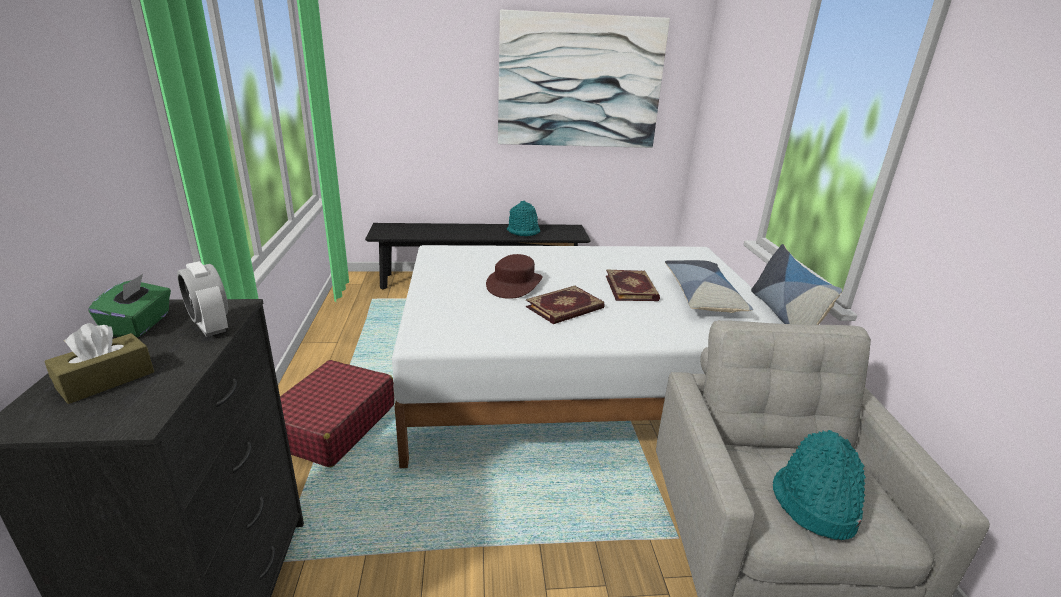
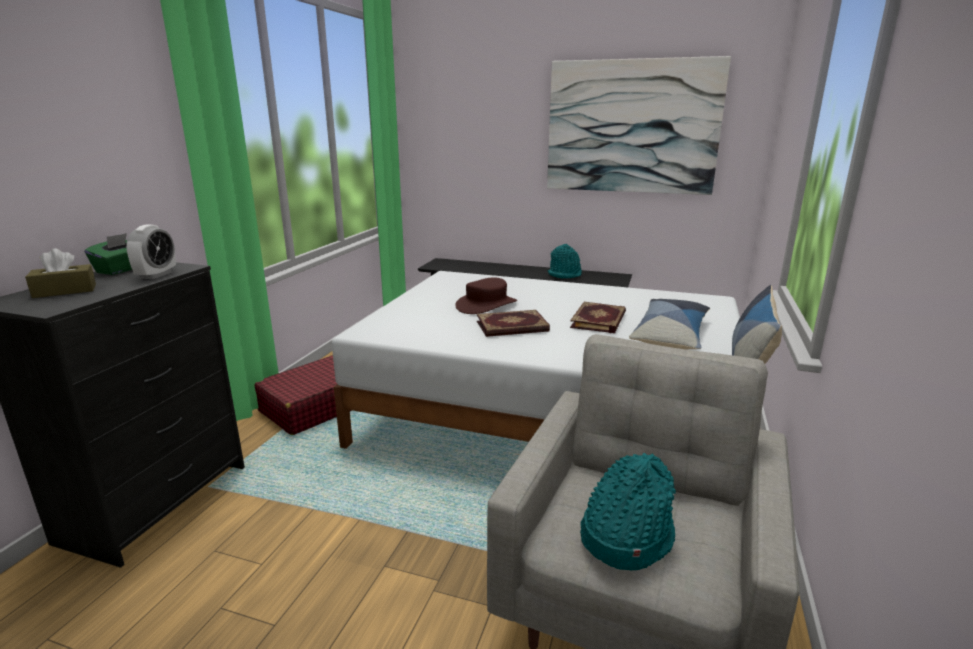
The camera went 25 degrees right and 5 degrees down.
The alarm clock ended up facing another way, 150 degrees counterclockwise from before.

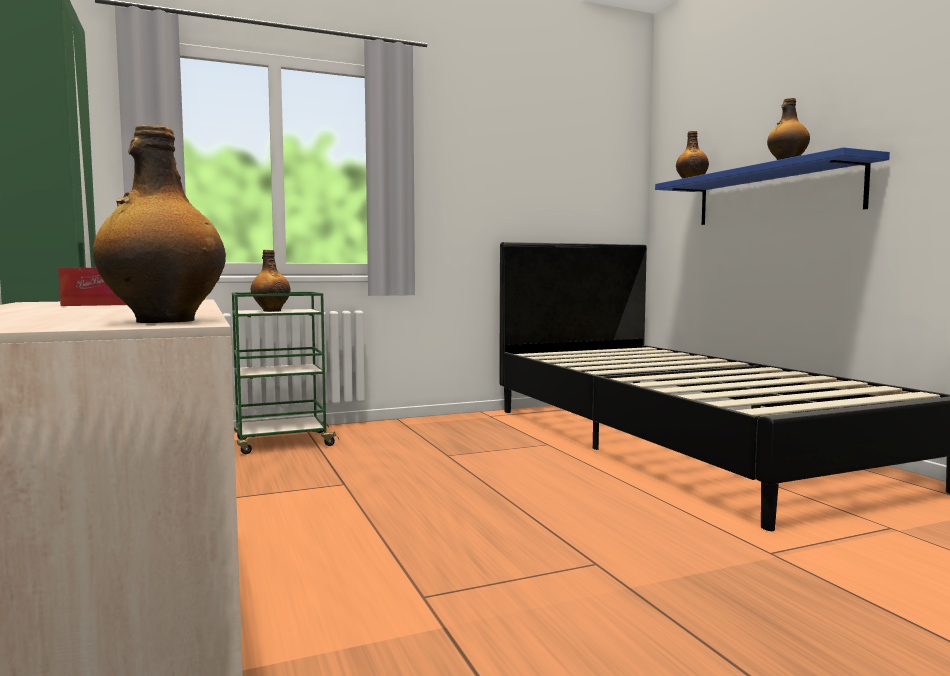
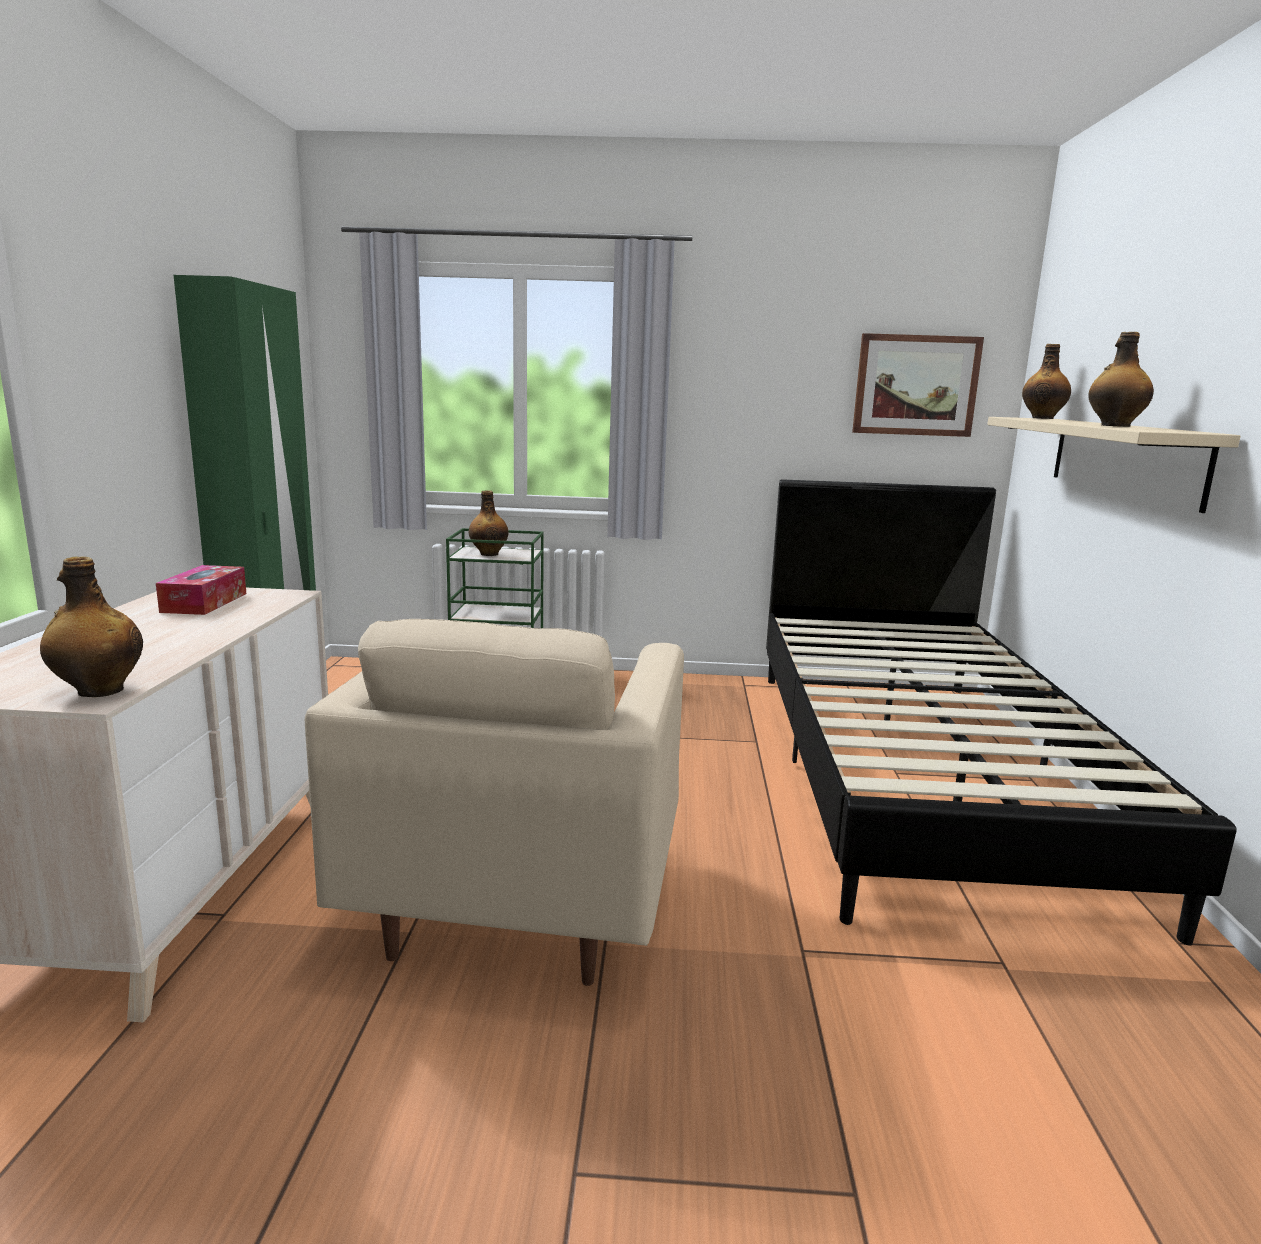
The camera went 25 degrees right and 10 degrees up.
What was the blue shelf turned into the beige shelf.
The second view gained the beige armchair.
The second view gained the picture.

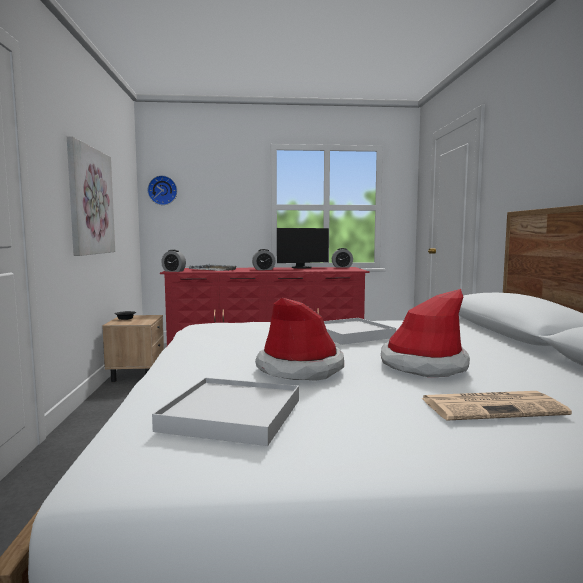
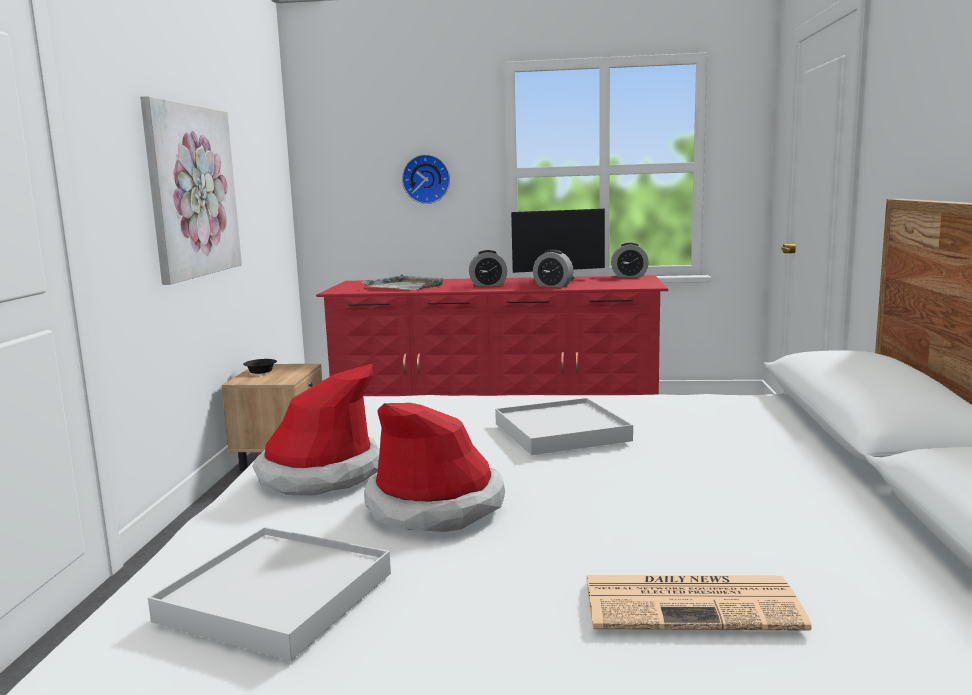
The camera went 10 degrees right and 5 degrees up.
The wall clock ended up elsewhere.
The alarm clock (no. 1 from left in the first image) ended up elsewhere.
The hat (no. 2 from left in the first image) ended up elsewhere.

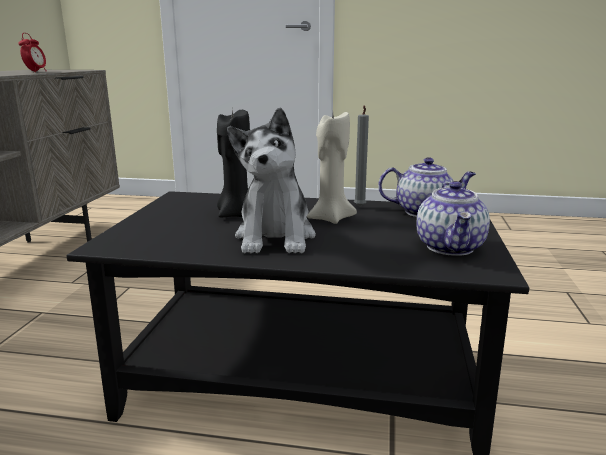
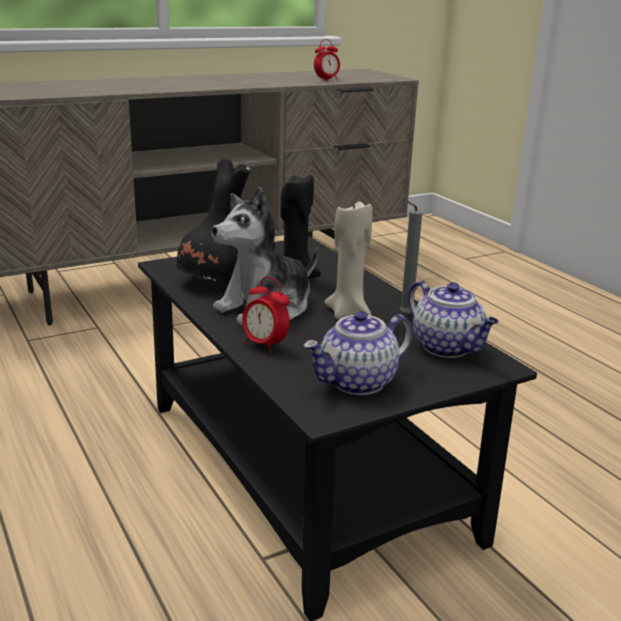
The camera went 50 degrees right and 5 degrees up.
The second view gained the black vase.
The second view gained the alarm clock (no. 1 from left).

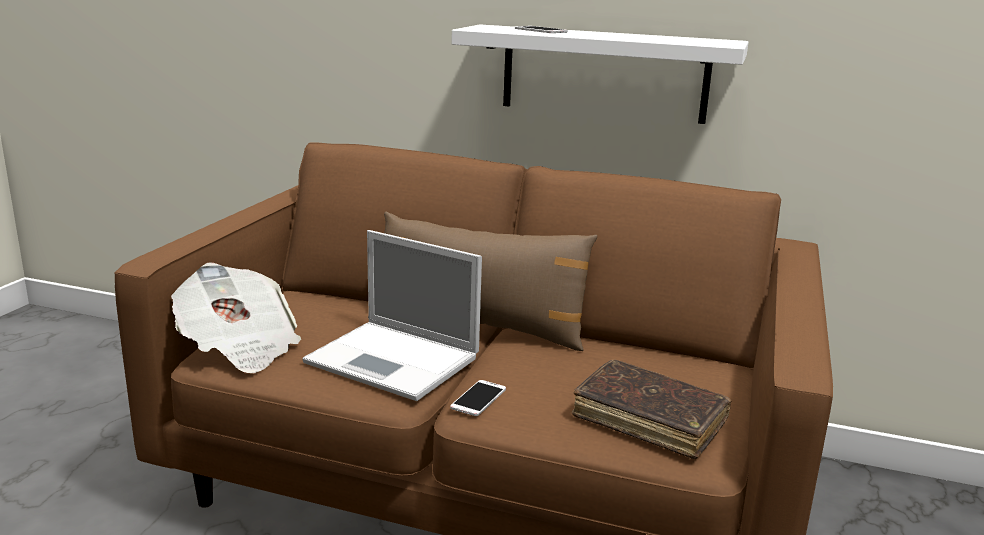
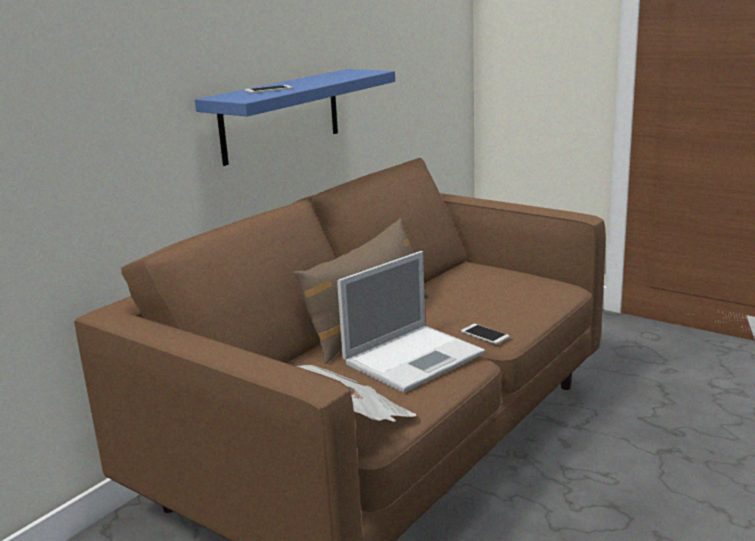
The camera went 70 degrees left and 0 degrees up.
What was the white shelf turned into the blue shelf.
The second view lost the brown book.

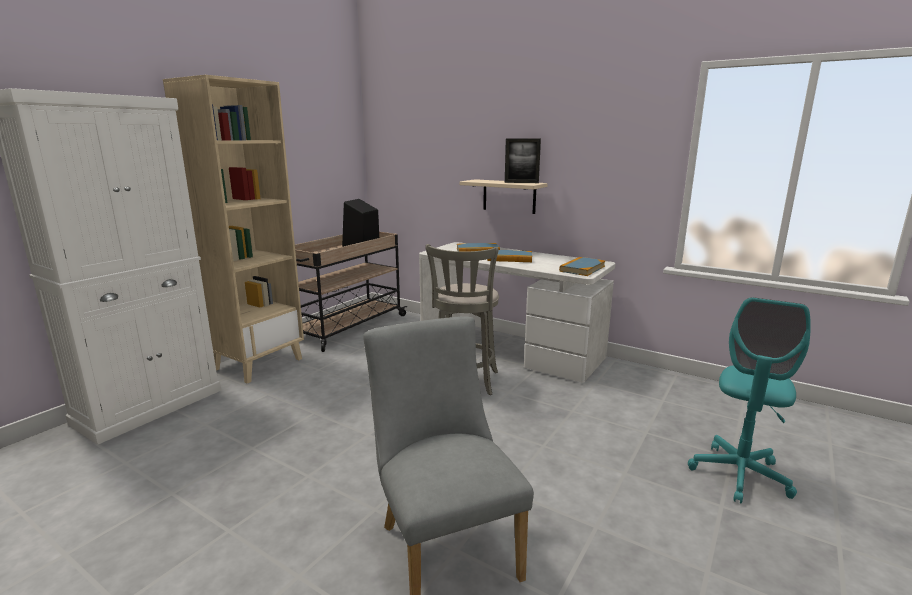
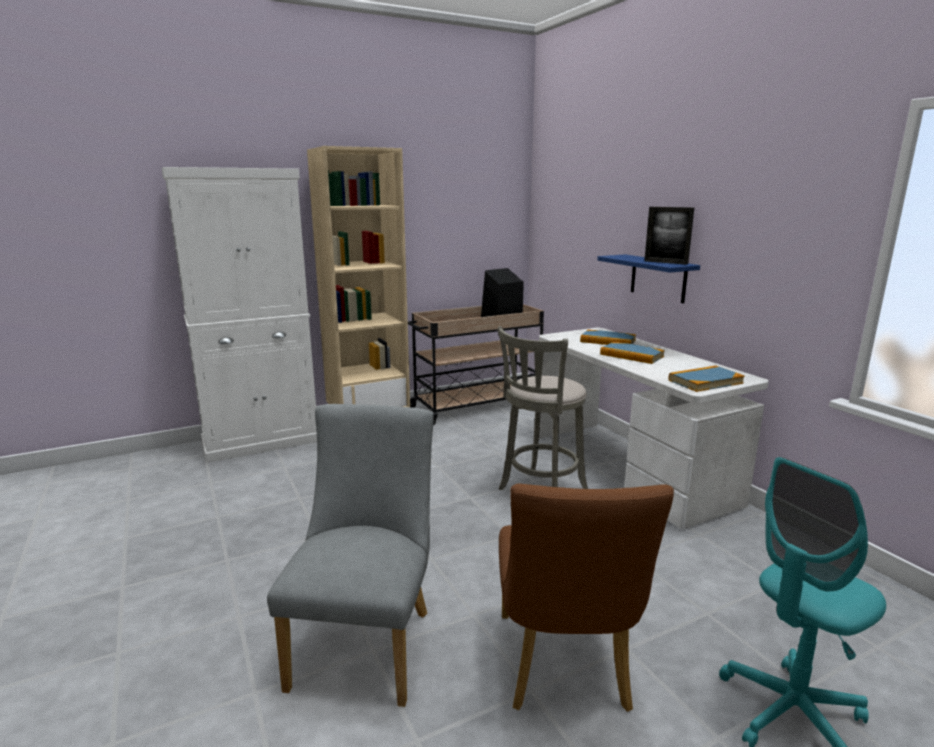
The camera went 30 degrees right and 0 degrees up.
What was the beige shelf turned into the blue shelf.
The second view gained the brown chair.

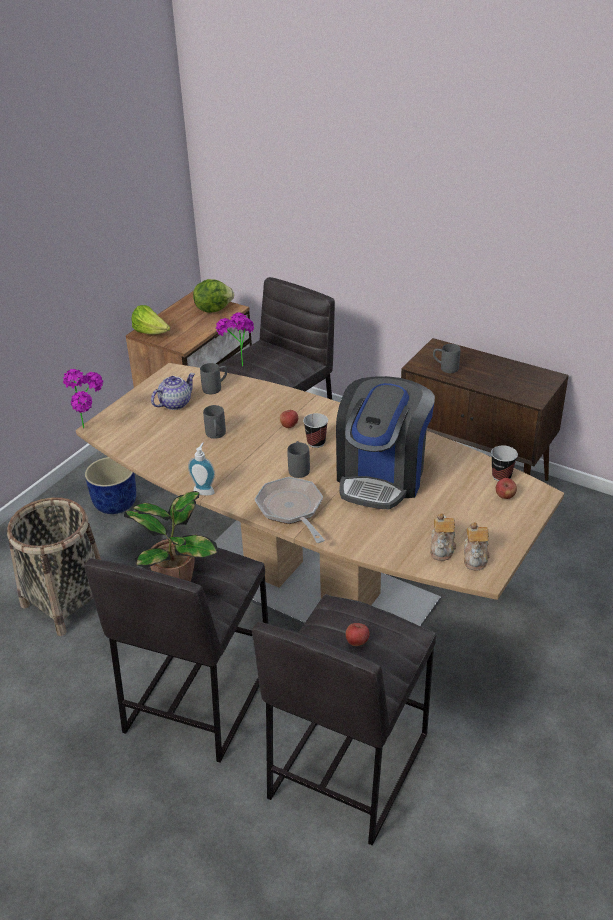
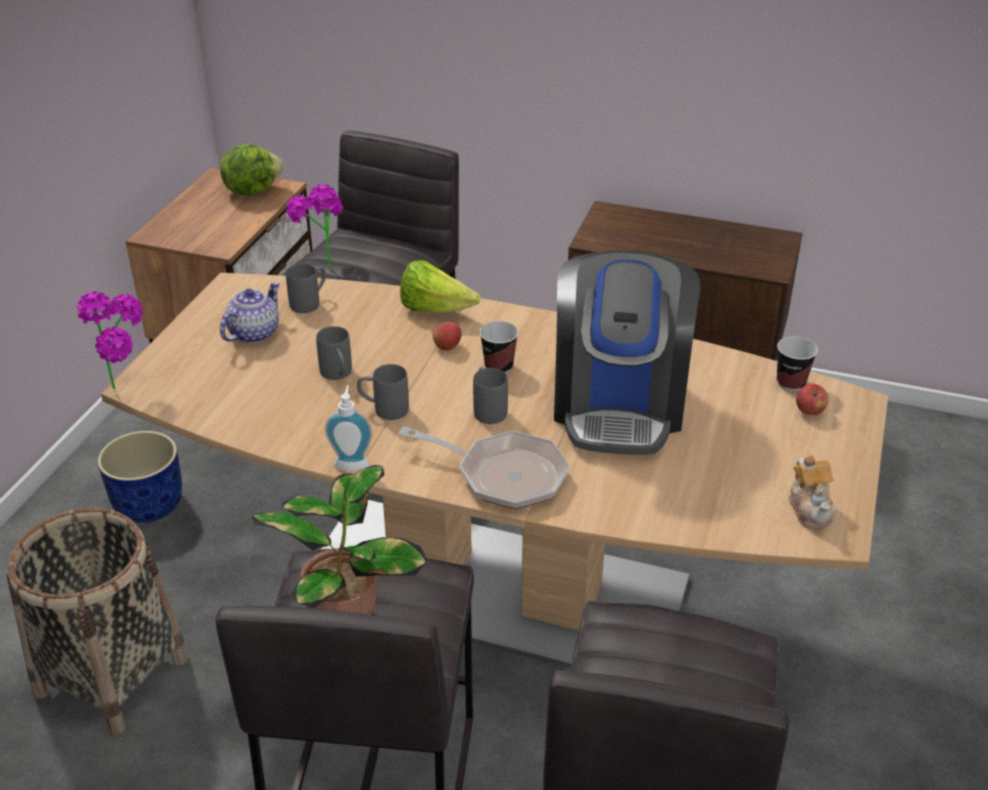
The camera went 15 degrees left and 0 degrees up.
The lettuce (no. 1 from left in the first image) ended up elsewhere.
The frying pan ended up facing another way, 150 degrees clockwise from before.
The second view lost the apple (no. 2 from left).
The second view lost the teapot (no. 2 from left).
The grey mug (no. 4 from left in the first image) ended up elsewhere.

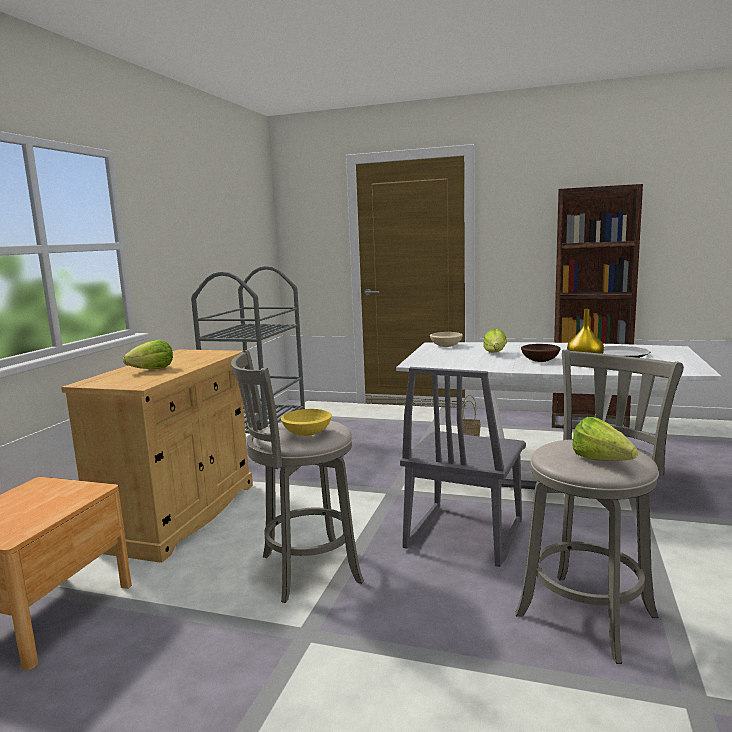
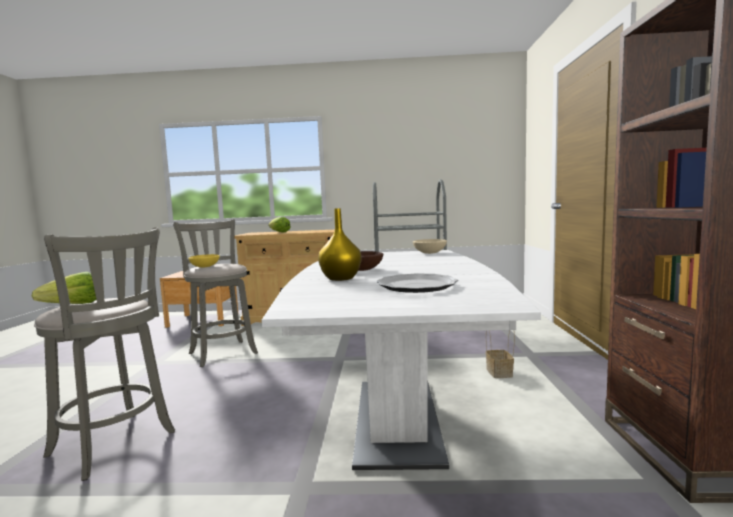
The camera went 75 degrees right and 5 degrees down.
The second view lost the grey chair.
The second view lost the lettuce (no. 2 from left).

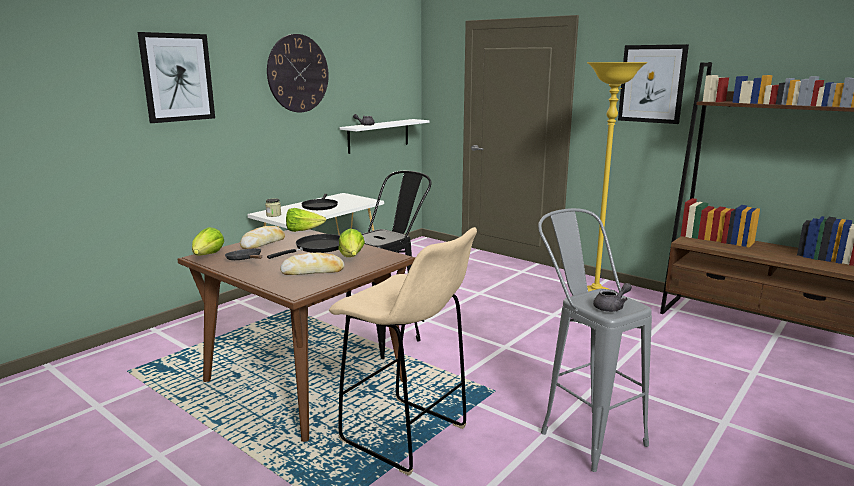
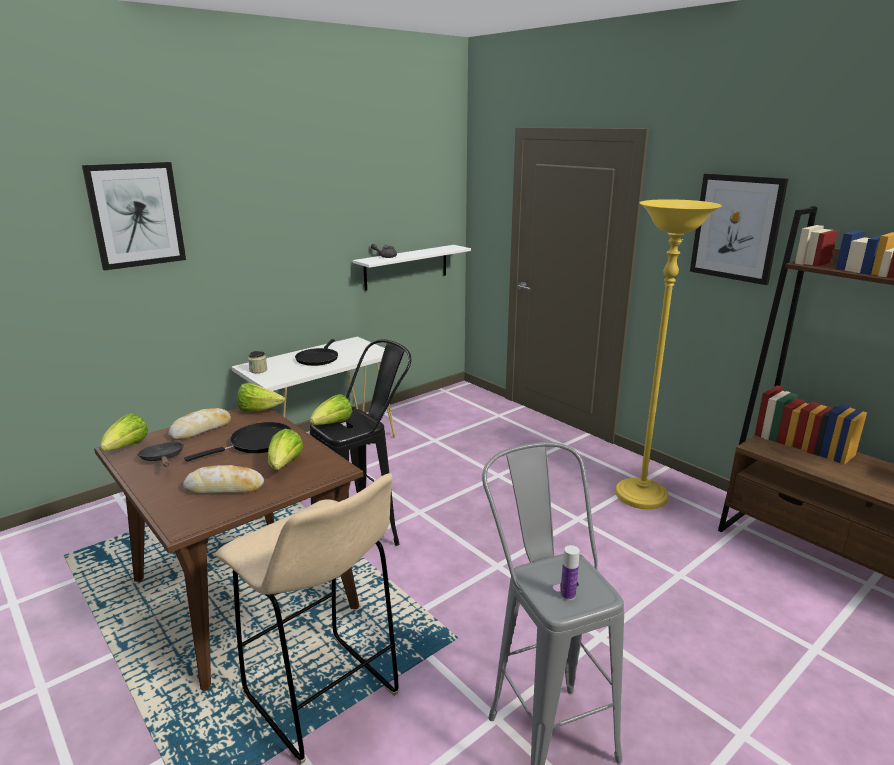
The camera went 10 degrees right and 5 degrees up.
The second view lost the wall clock.
Where the grey teapot (no. 2 from left) stood, the bottle came to stand.
The second view gained the lettuce (no. 4 from left).

